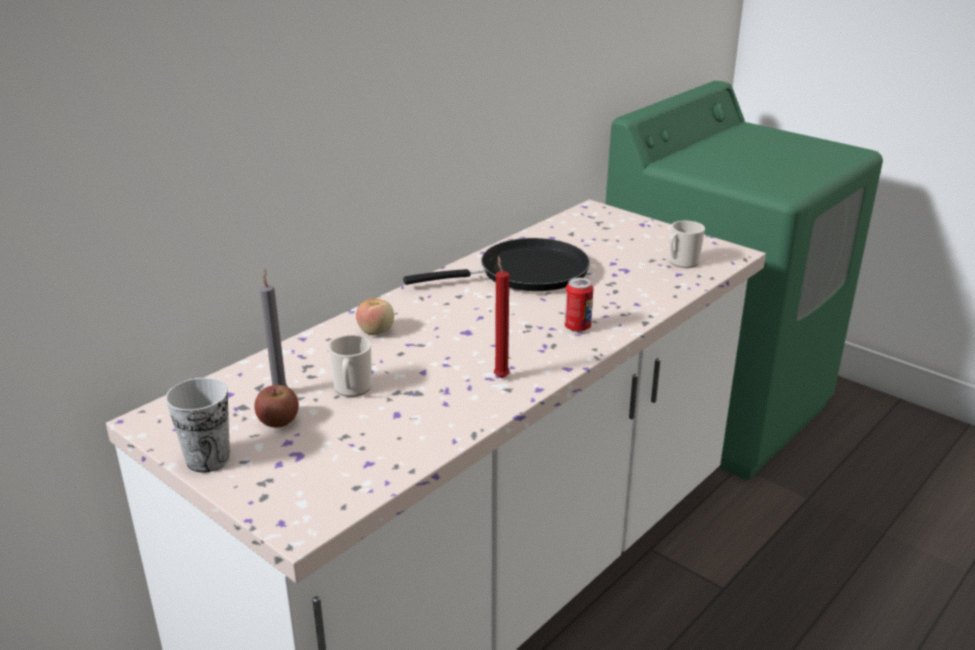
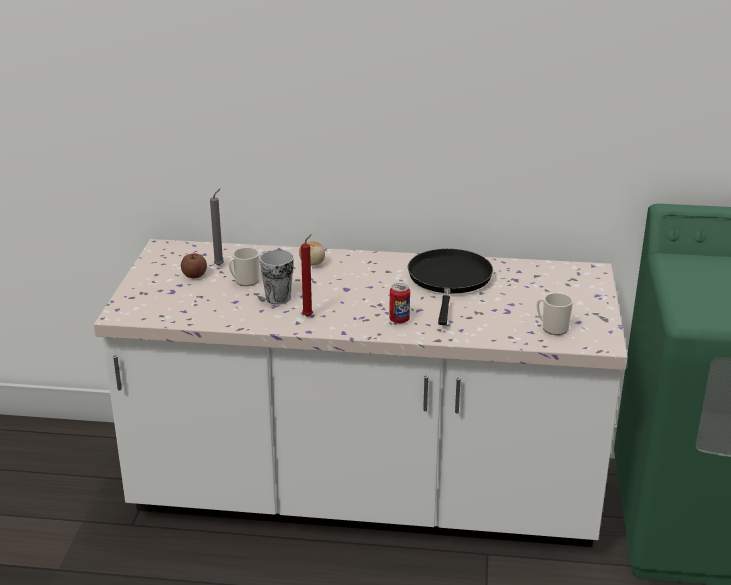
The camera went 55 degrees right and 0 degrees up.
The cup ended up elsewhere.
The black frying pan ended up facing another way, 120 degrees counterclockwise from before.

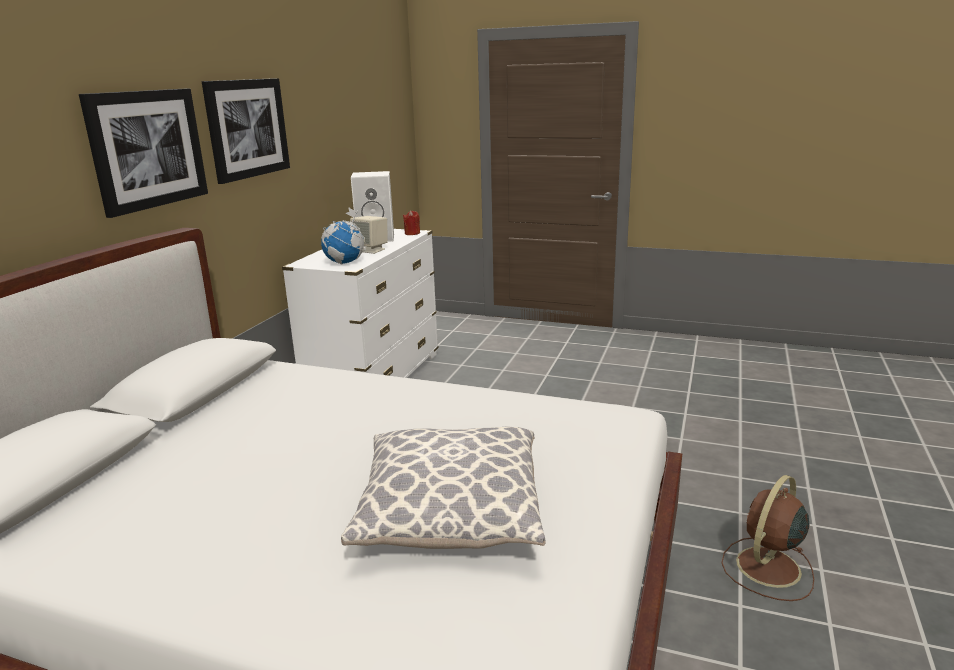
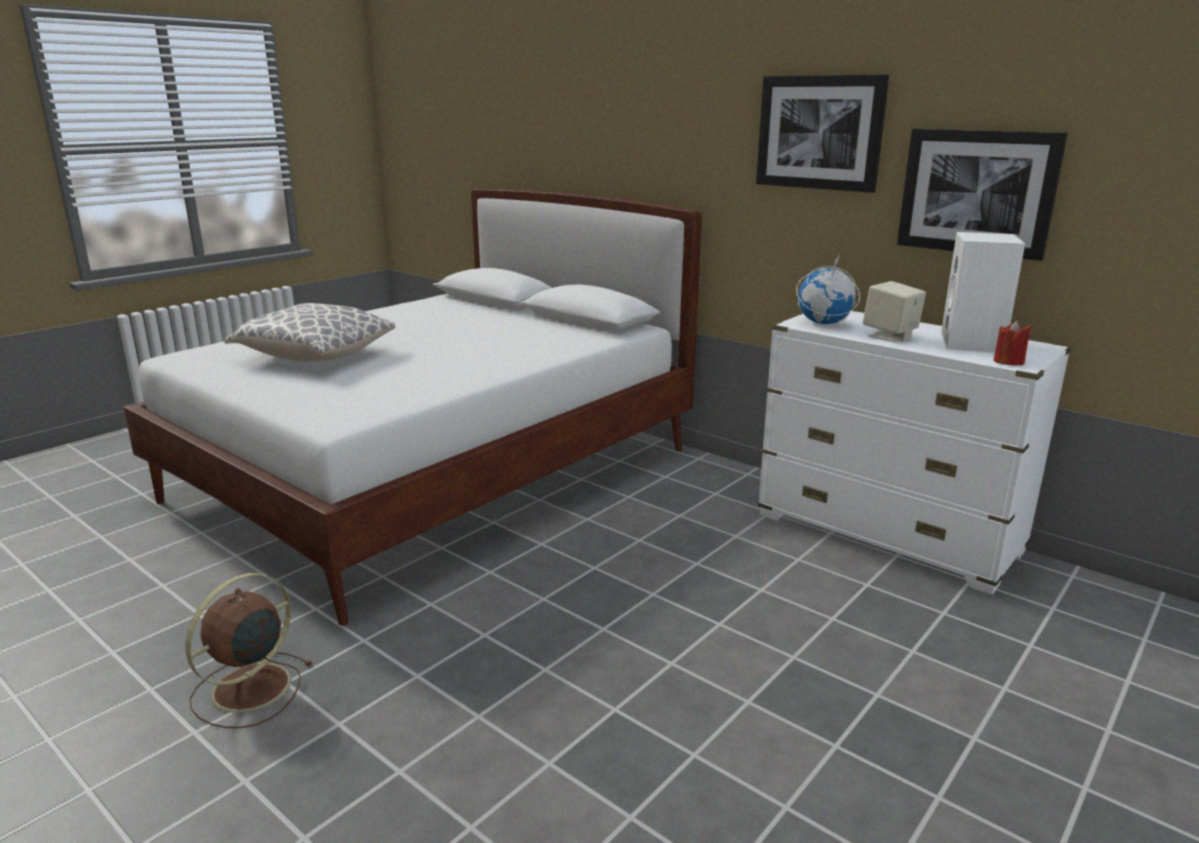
The camera went 110 degrees right and 0 degrees up.
The picture (no. 1 from left in the first image) ended up elsewhere.
The brown fan ended up facing another way, 120 degrees counterclockwise from before.

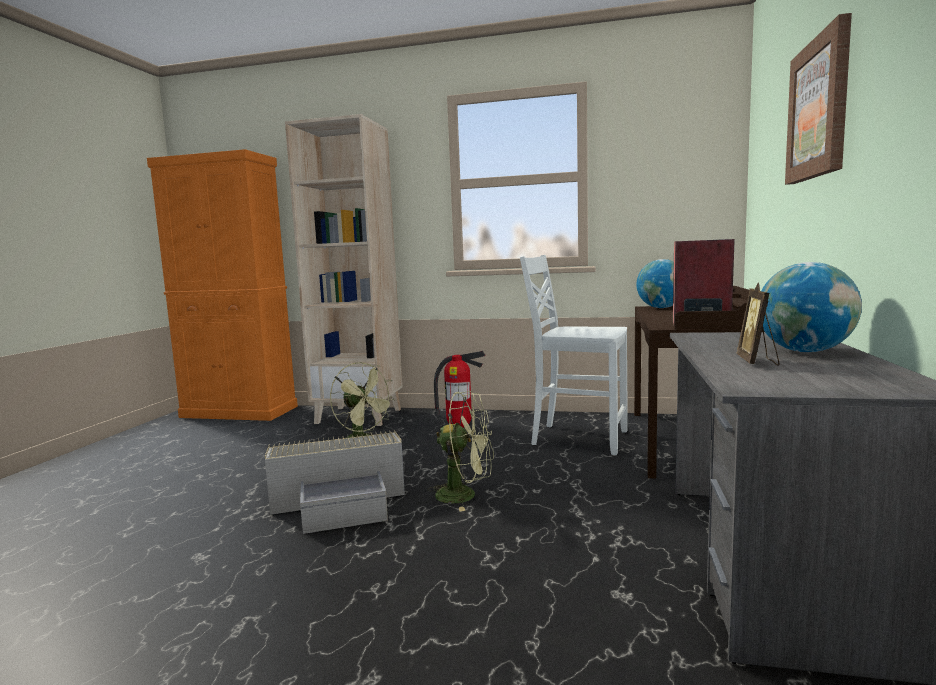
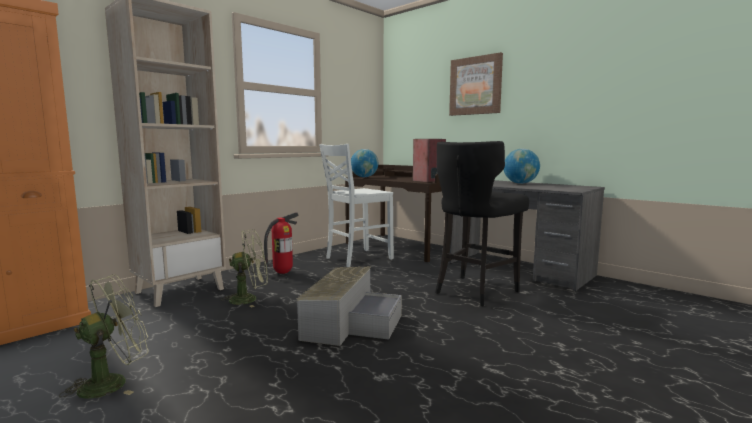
The camera went 60 degrees left and 0 degrees up.
The green fan (no. 2 from left in the first image) ended up elsewhere.
The second view lost the picture frame.
The second view gained the black stool.

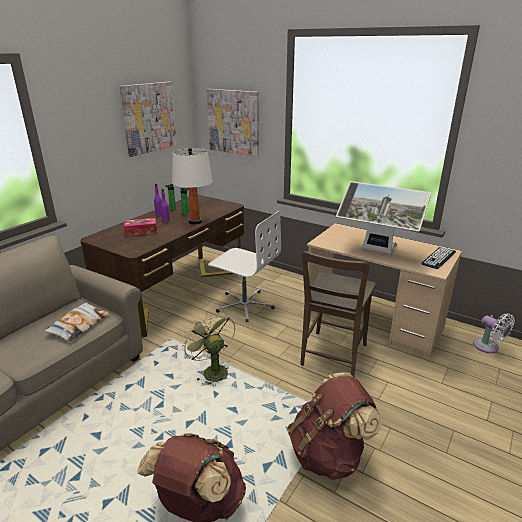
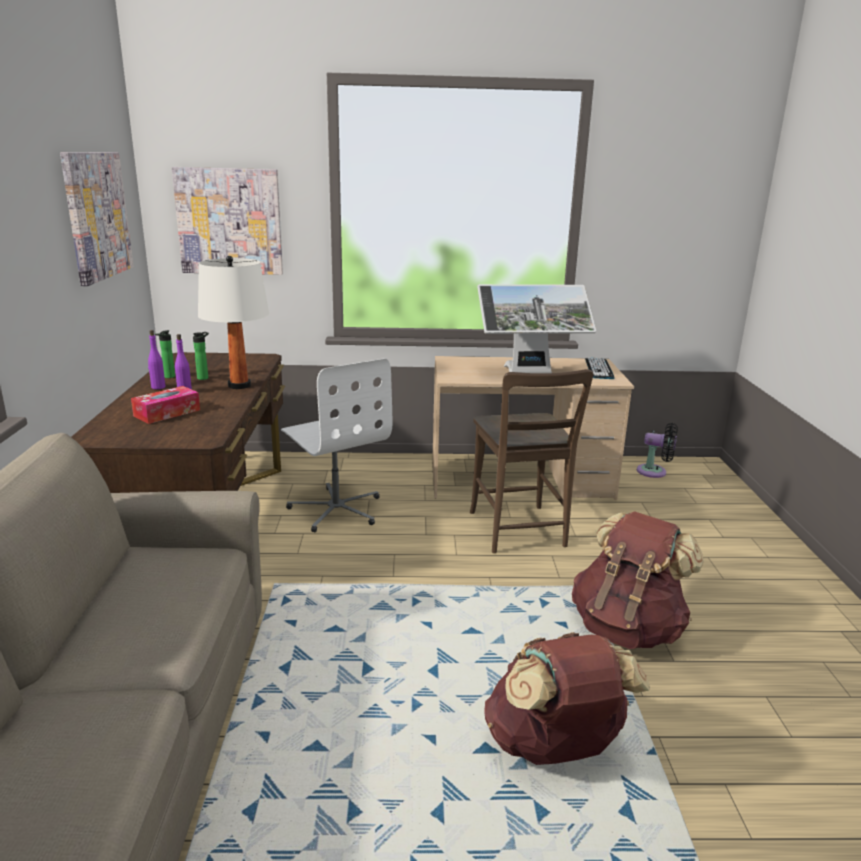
The camera went 35 degrees left and 5 degrees down.
The second view lost the pillow.
The second view lost the green fan.
The white office chair ended up facing another way, 60 degrees clockwise from before.
What was the white fan turned into the black fan.

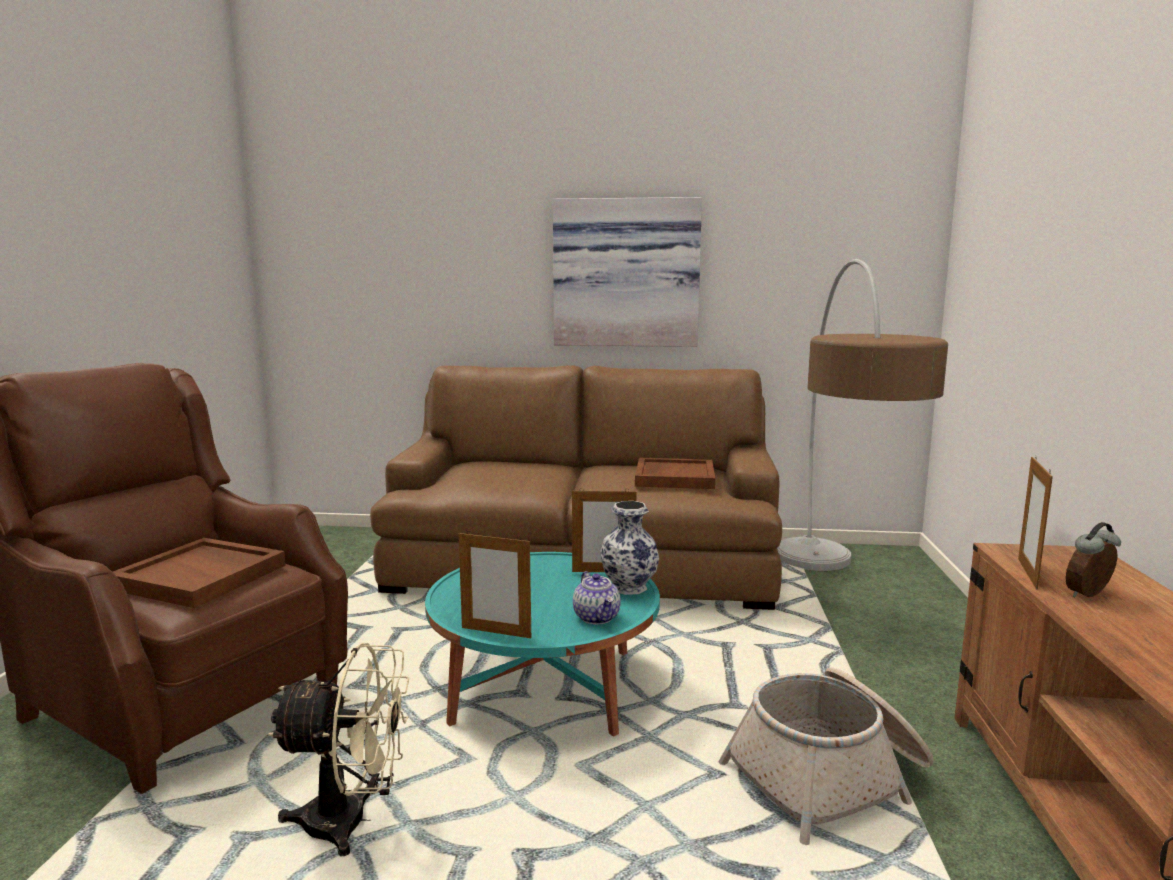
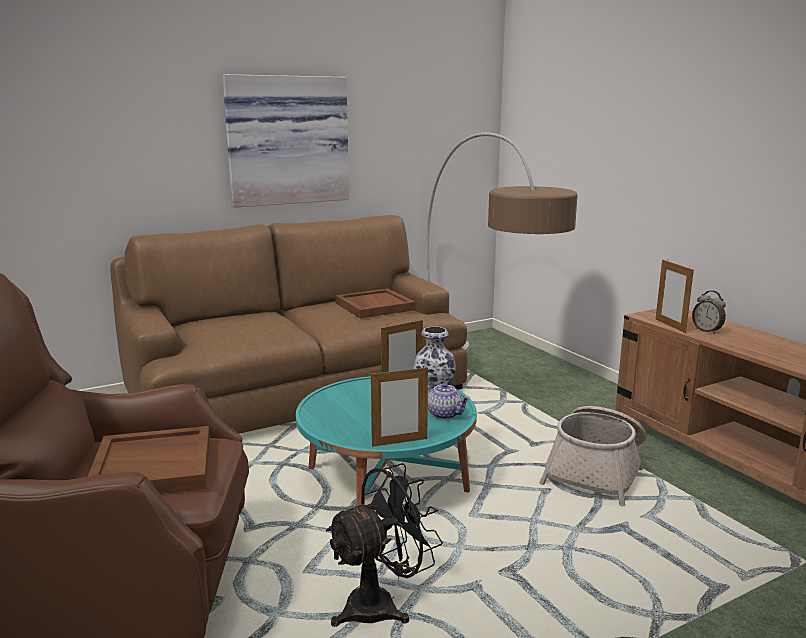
The camera went 35 degrees left and 5 degrees up.
What was the beige fan turned into the black fan.
The alarm clock ended up facing another way, 60 degrees counterclockwise from before.

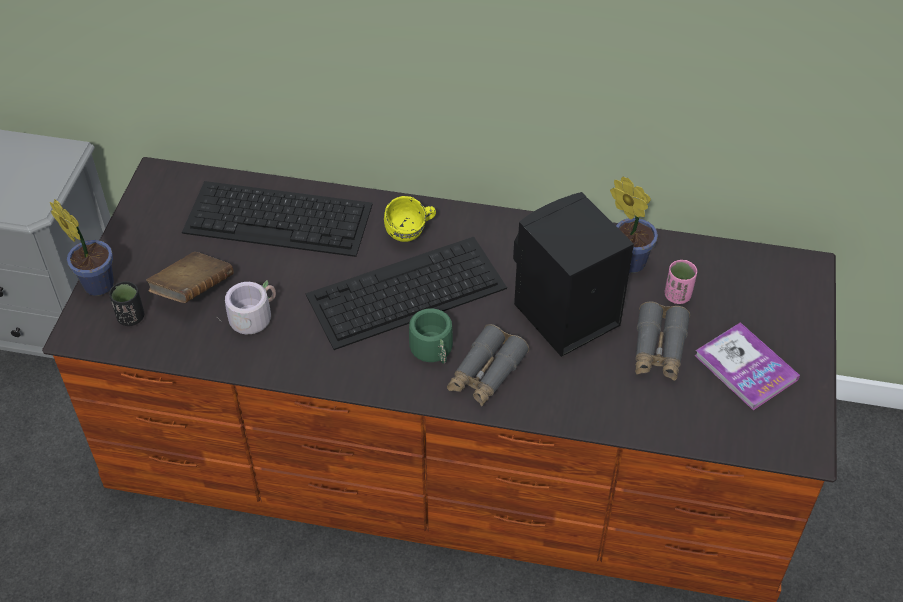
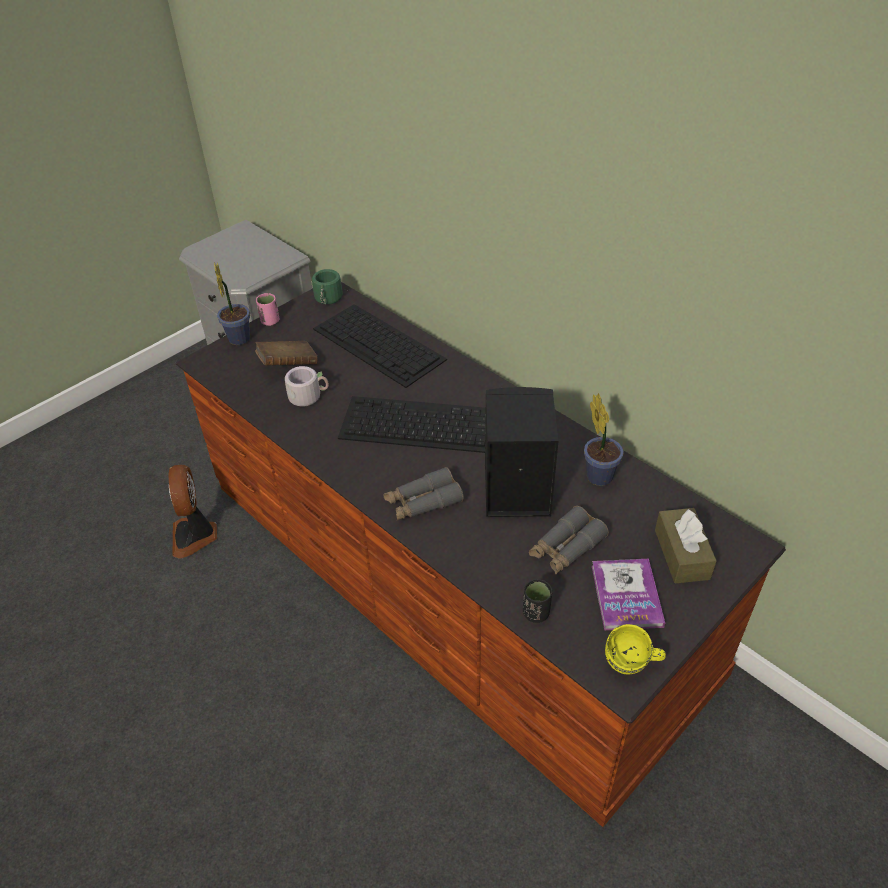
The camera went 35 degrees right and 5 degrees down.
The black cup ended up elsewhere.
The yellow mug ended up elsewhere.
The green mug ended up elsewhere.
The pink cup ended up elsewhere.
The second view gained the fan.
The second view gained the brown tissue box.

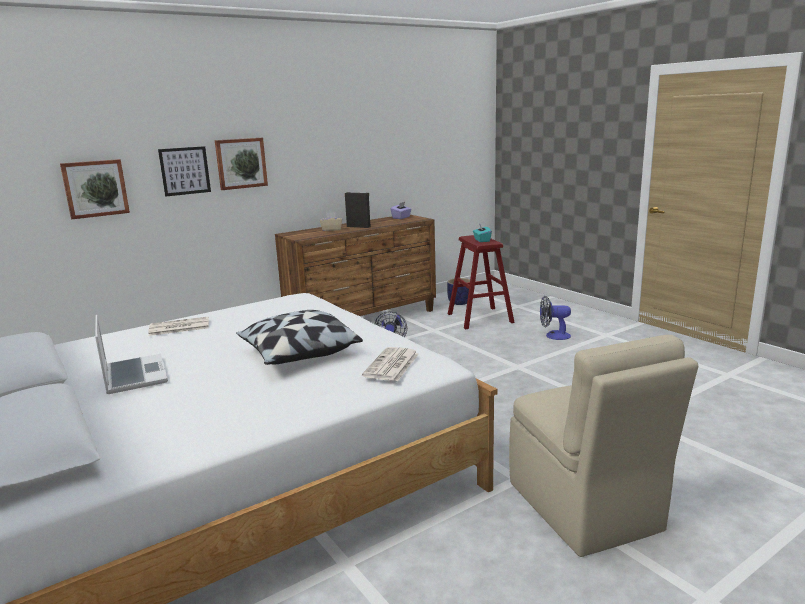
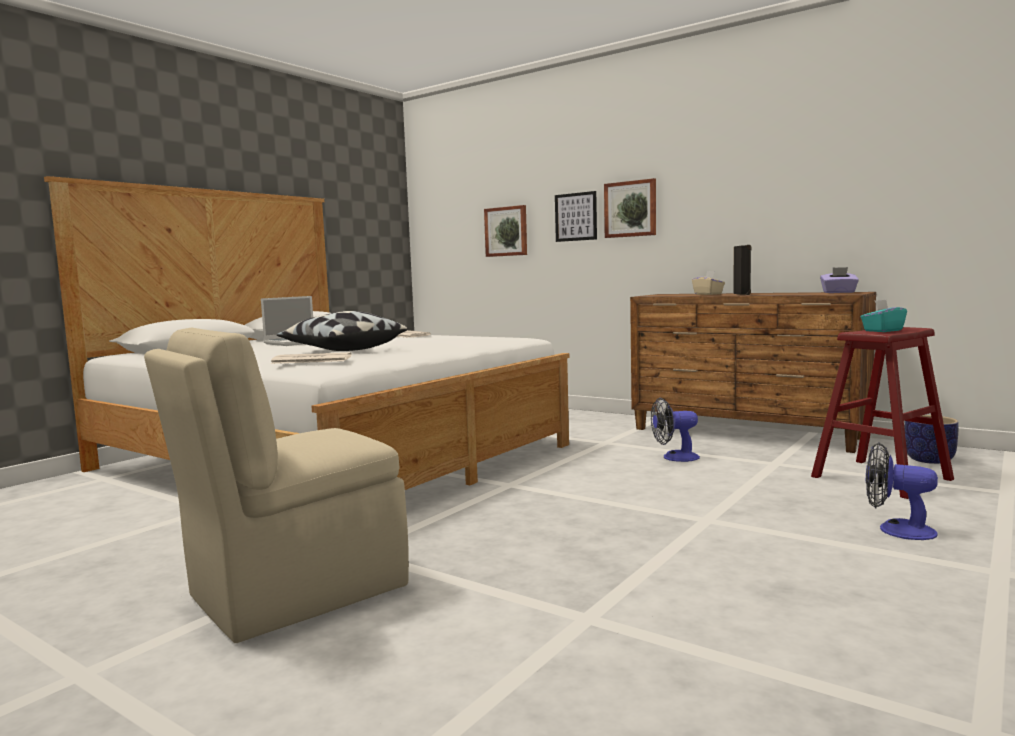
The camera went 70 degrees right and 10 degrees down.
The fan (no. 2 from left) ended up facing another way, 45 degrees counterclockwise from before.

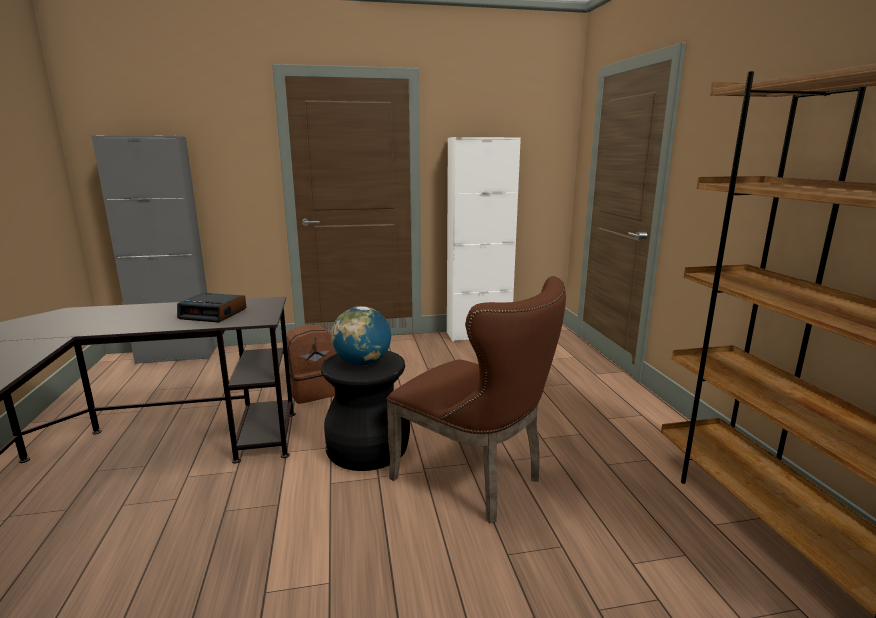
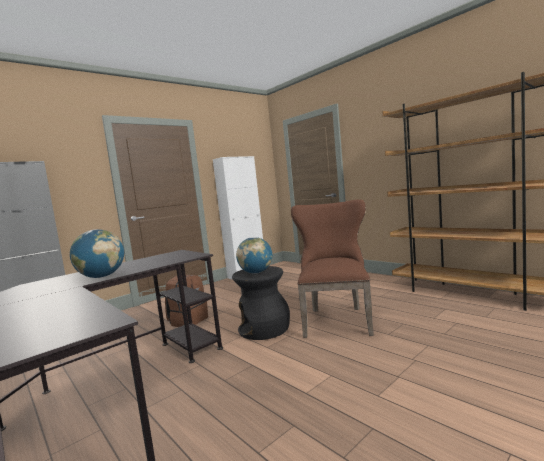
The camera went 30 degrees left and 10 degrees down.
The second view lost the alarm clock.
The brown chair ended up facing another way, 90 degrees counterclockwise from before.
The second view gained the globe (no. 1 from left).

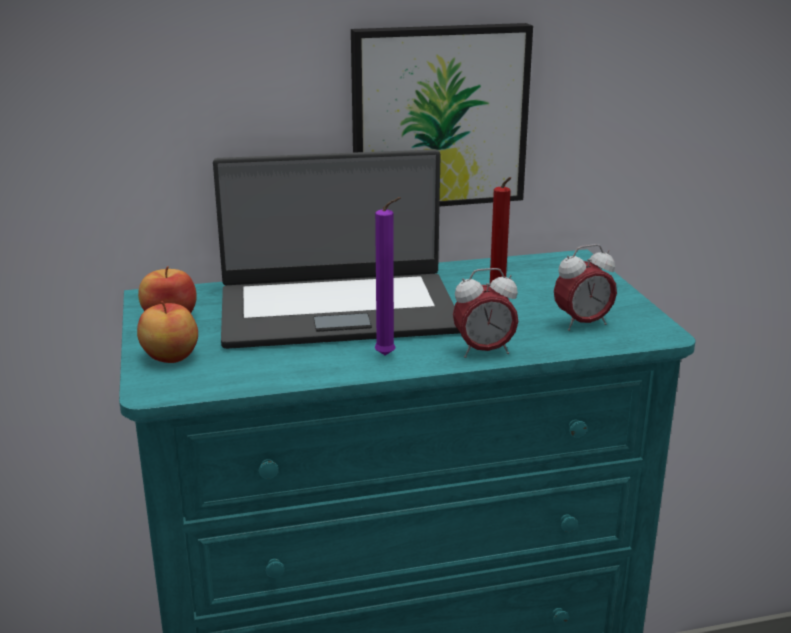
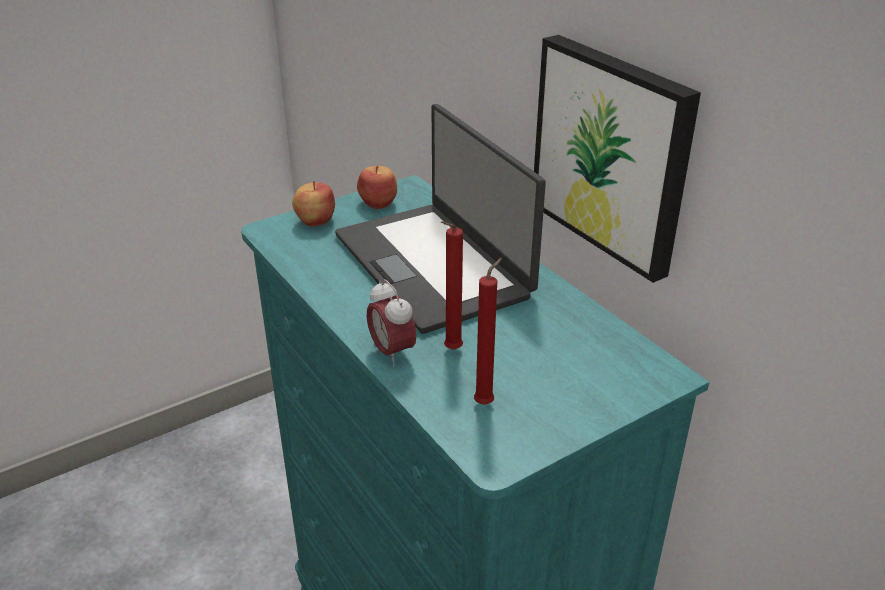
The camera went 70 degrees right and 10 degrees up.
The second view lost the purple candle.
Where the alarm clock (no. 2 from left) stood, the red candle (no. 2 from left) came to stand.

